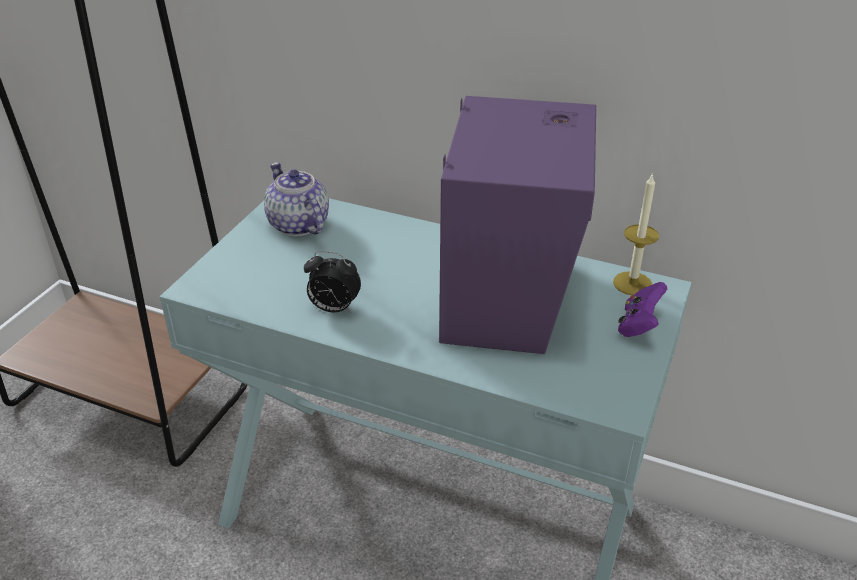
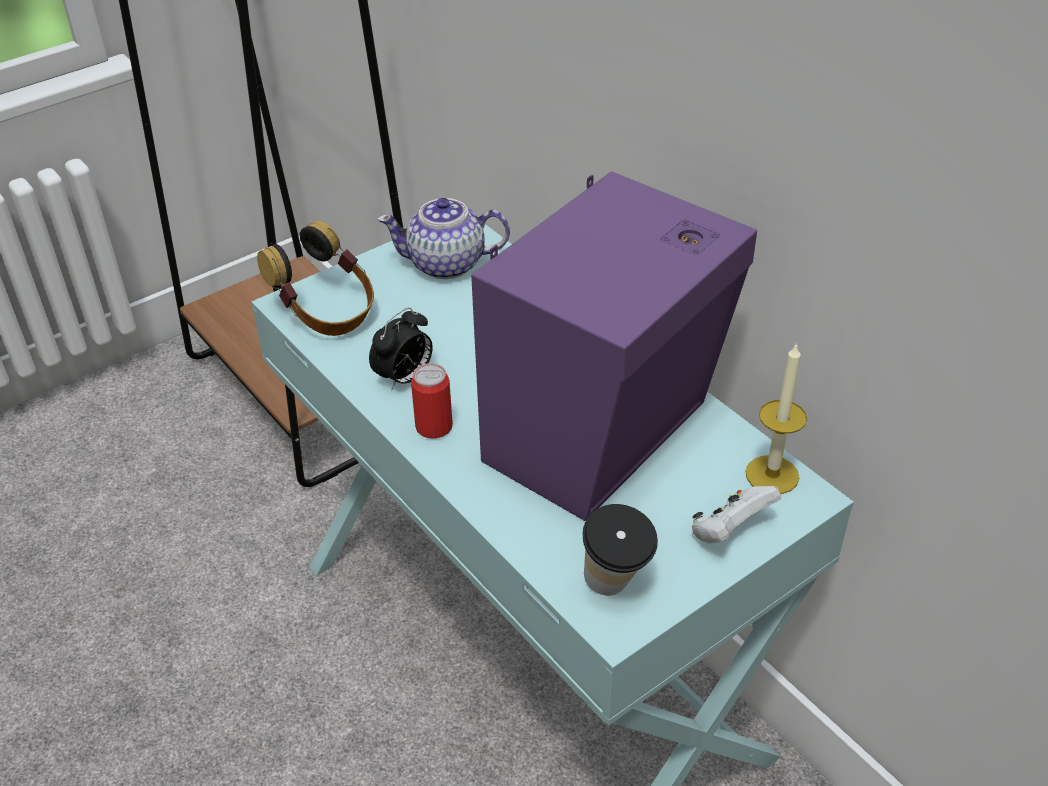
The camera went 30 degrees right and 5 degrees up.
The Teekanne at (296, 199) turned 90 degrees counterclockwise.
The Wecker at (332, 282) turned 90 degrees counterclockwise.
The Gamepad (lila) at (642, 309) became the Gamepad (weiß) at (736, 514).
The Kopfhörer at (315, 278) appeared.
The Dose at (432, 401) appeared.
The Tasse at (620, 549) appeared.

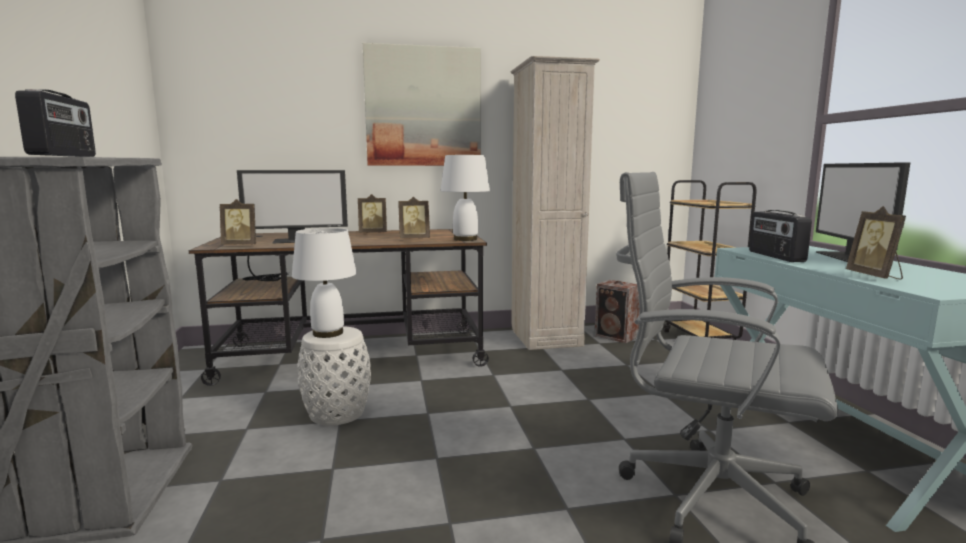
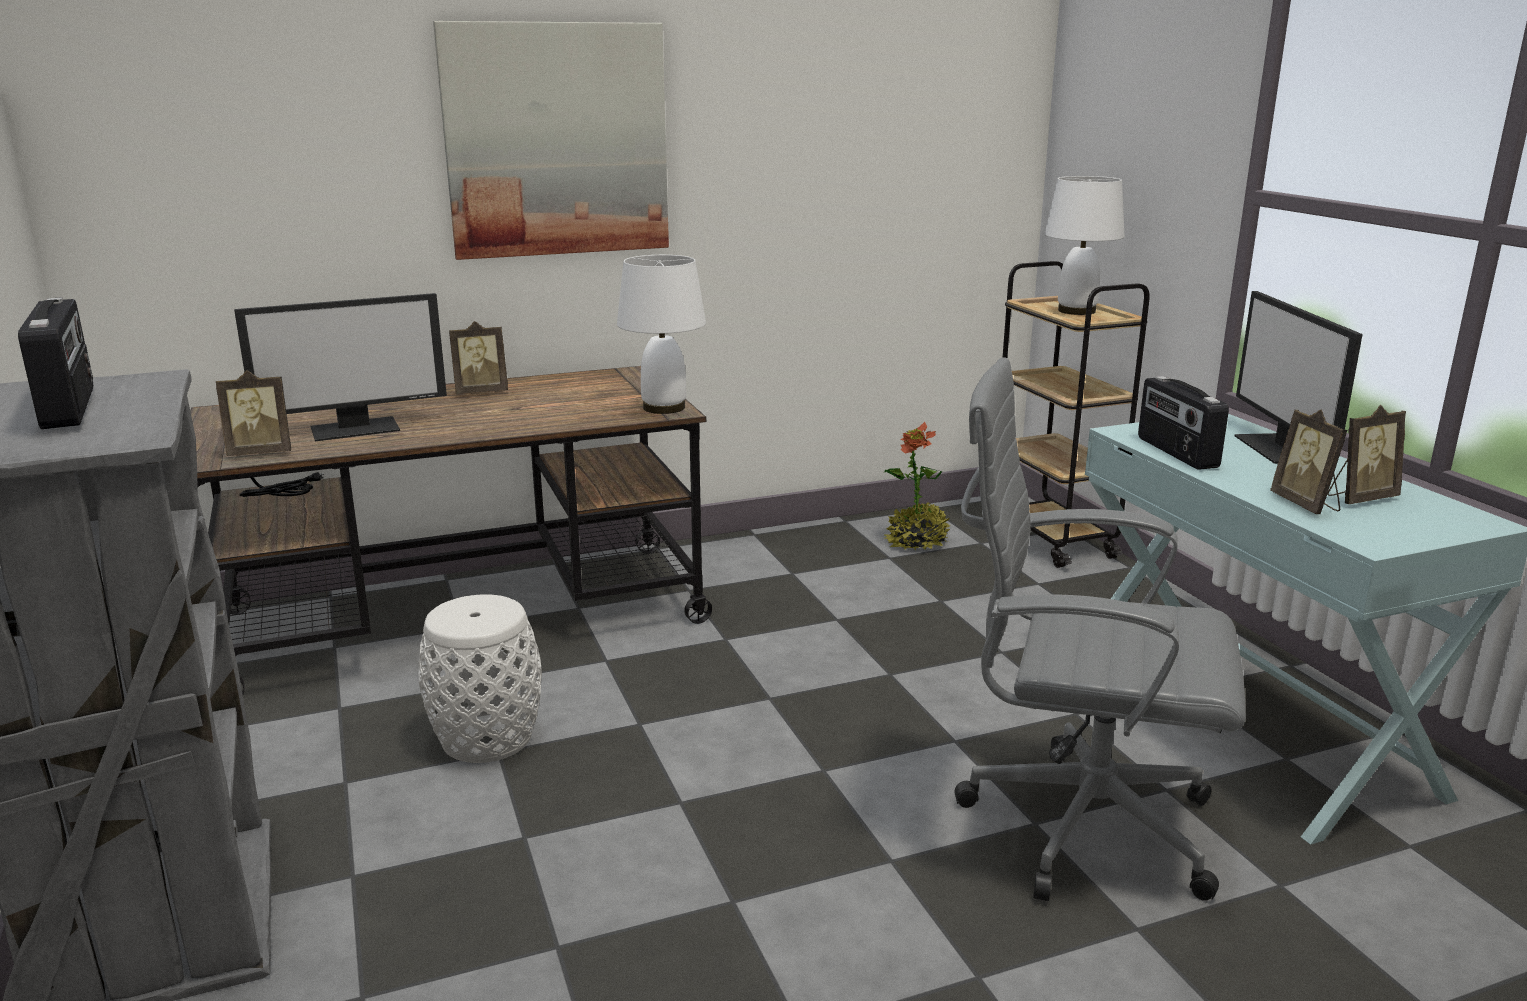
The camera went 10 degrees left and 10 degrees up.
The Tischlampe (weiß) moved from (324, 283) to (1084, 245).
The Bilderrahmen moved from (414, 218) to (1366, 454).
The Schrank (beige) at (555, 203) disappeared.
The Lautsprecher at (617, 311) was replaced by the Topfpflanze at (916, 486).

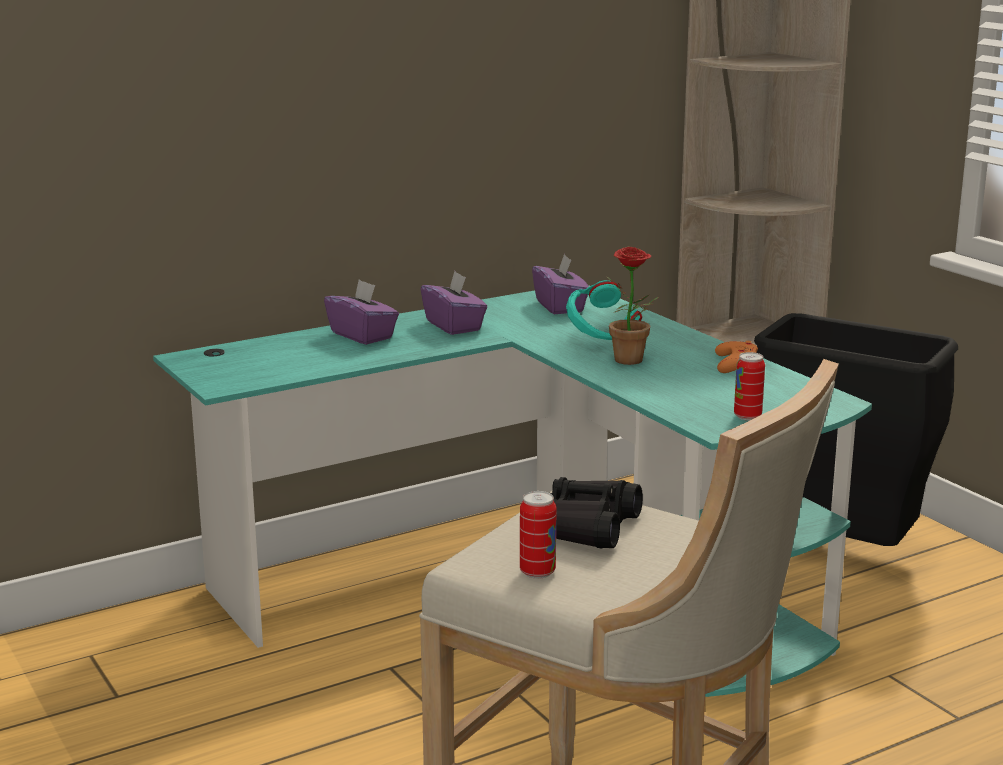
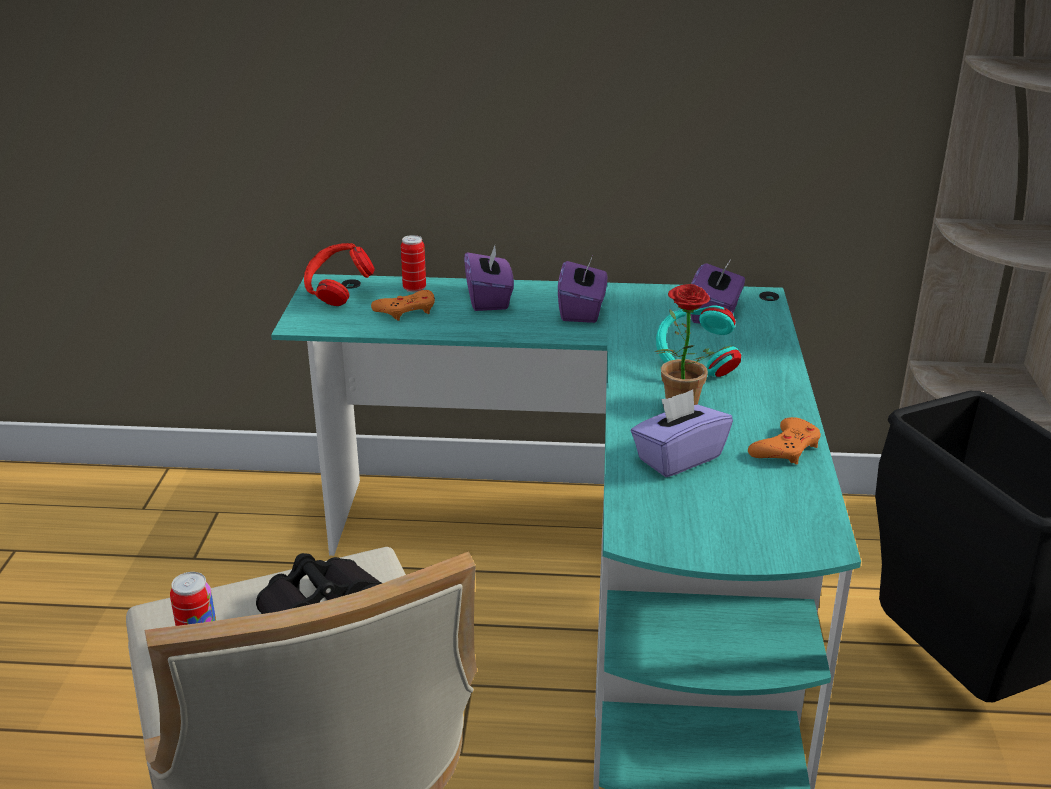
The camera went 35 degrees right and 10 degrees up.
The Dose moved from (749, 386) to (413, 264).
The Kopfhörer (rot) at (339, 274) appeared.
The Gamepad (orange) at (403, 305) appeared.
The Taschentuchbox (lila) at (682, 433) appeared.

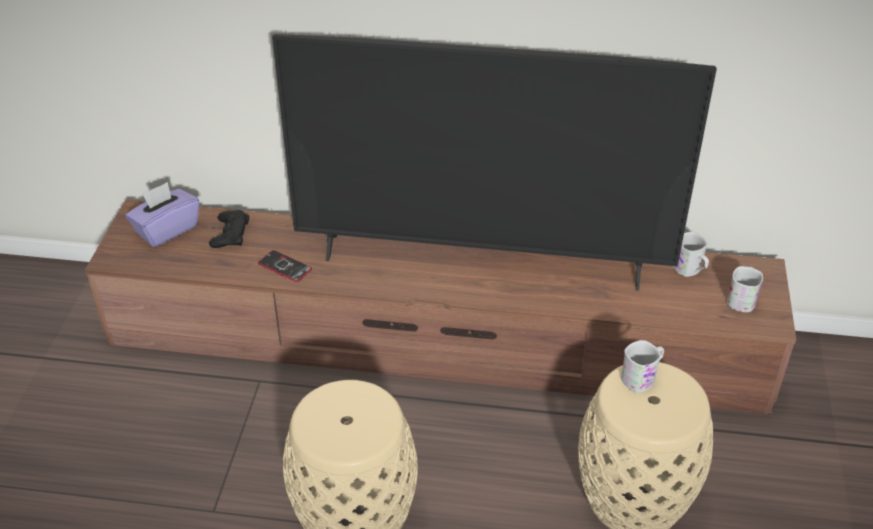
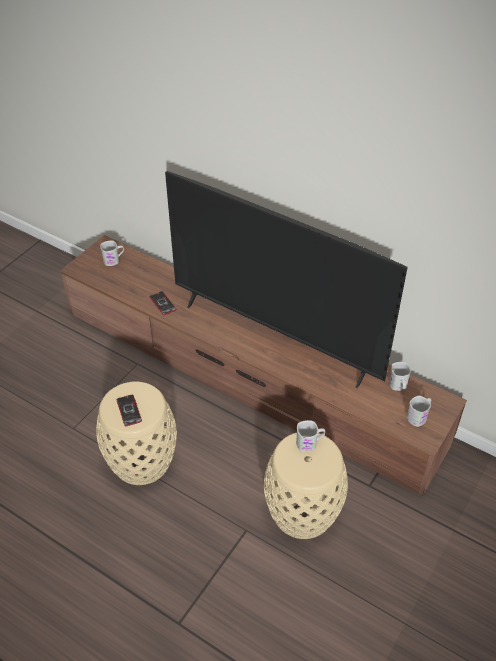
The camera went 25 degrees right and 5 degrees up.
The Taschentuchbox (lila) at (162, 214) was replaced by the Henkelbecher (weiß) at (112, 253).
The Gamepad (schwarz) at (229, 229) disappeared.
The Handy at (129, 410) appeared.

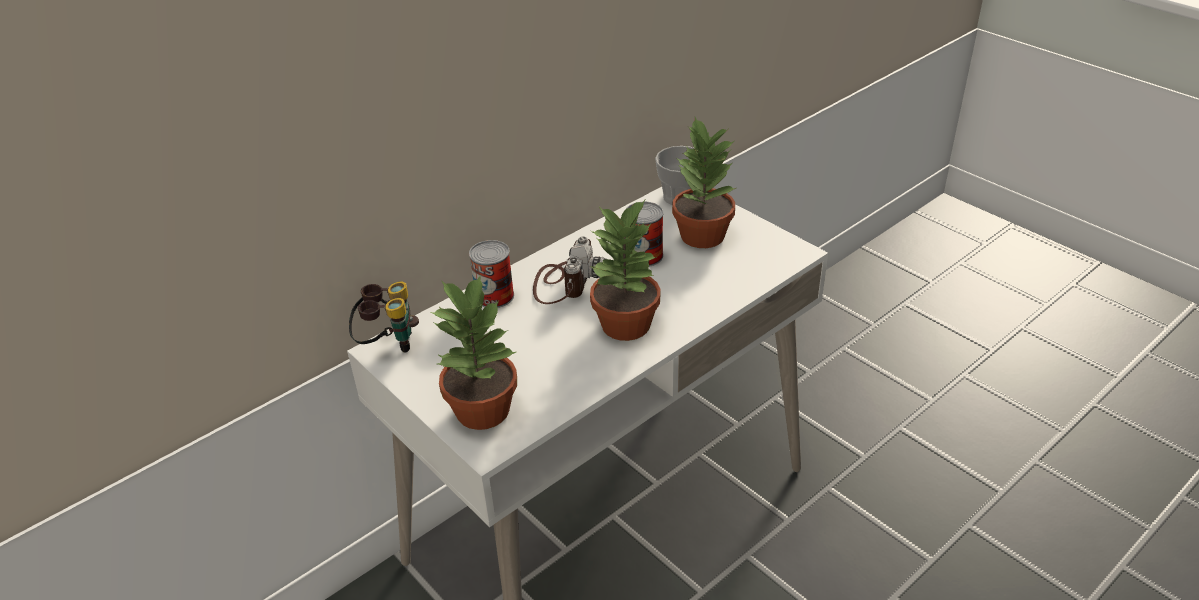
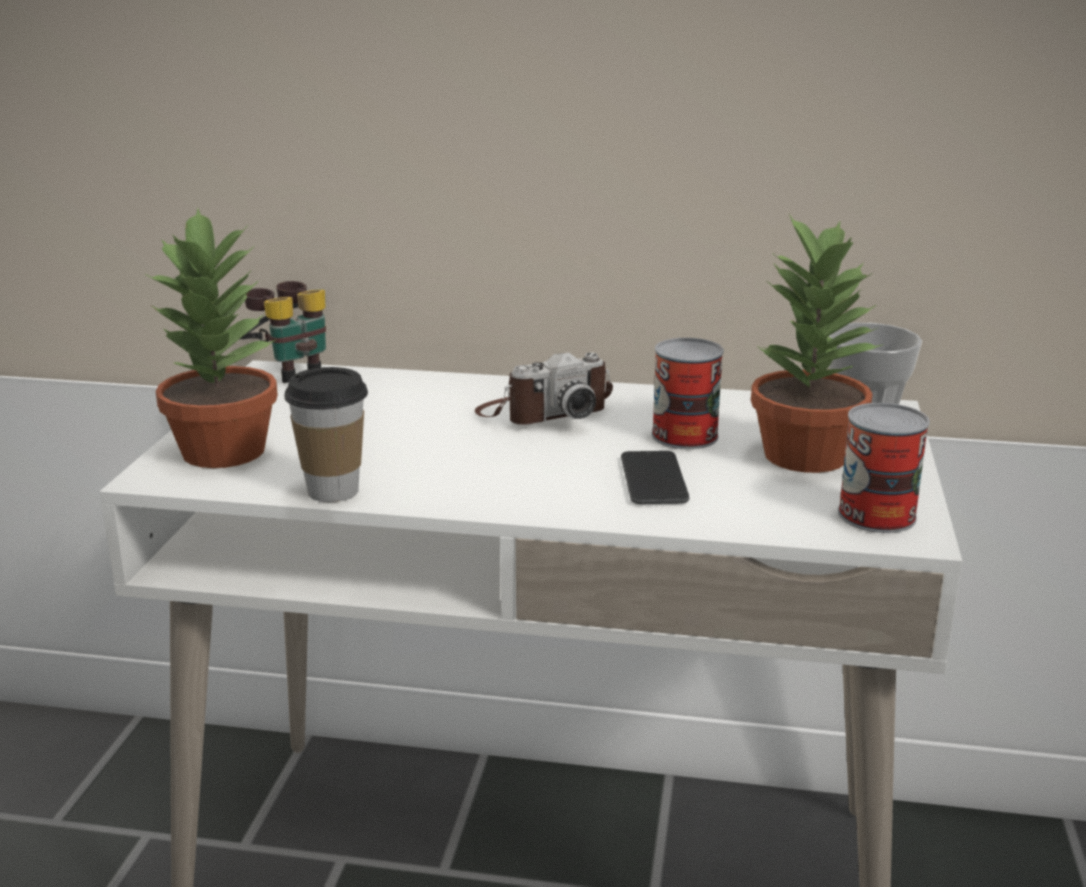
The camera went 50 degrees right and 15 degrees down.
The Dose moved from (491, 274) to (884, 468).
The Topfpflanze at (625, 270) disappeared.
The Tasse at (326, 434) appeared.
The Handy at (655, 477) appeared.

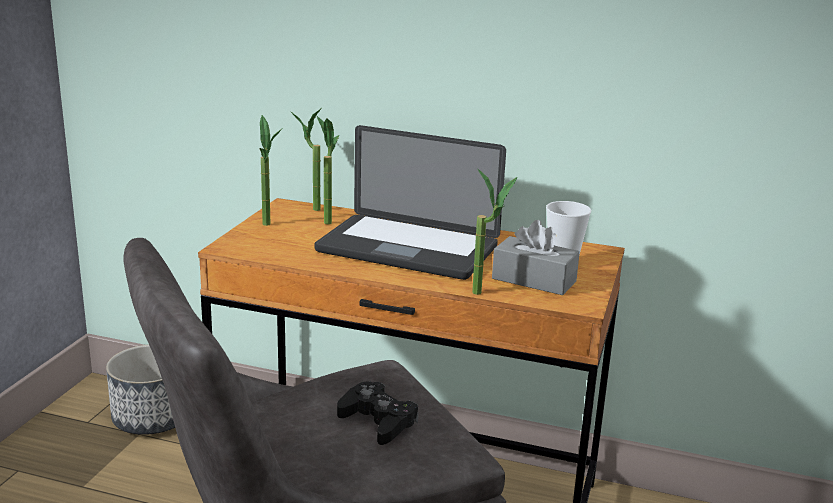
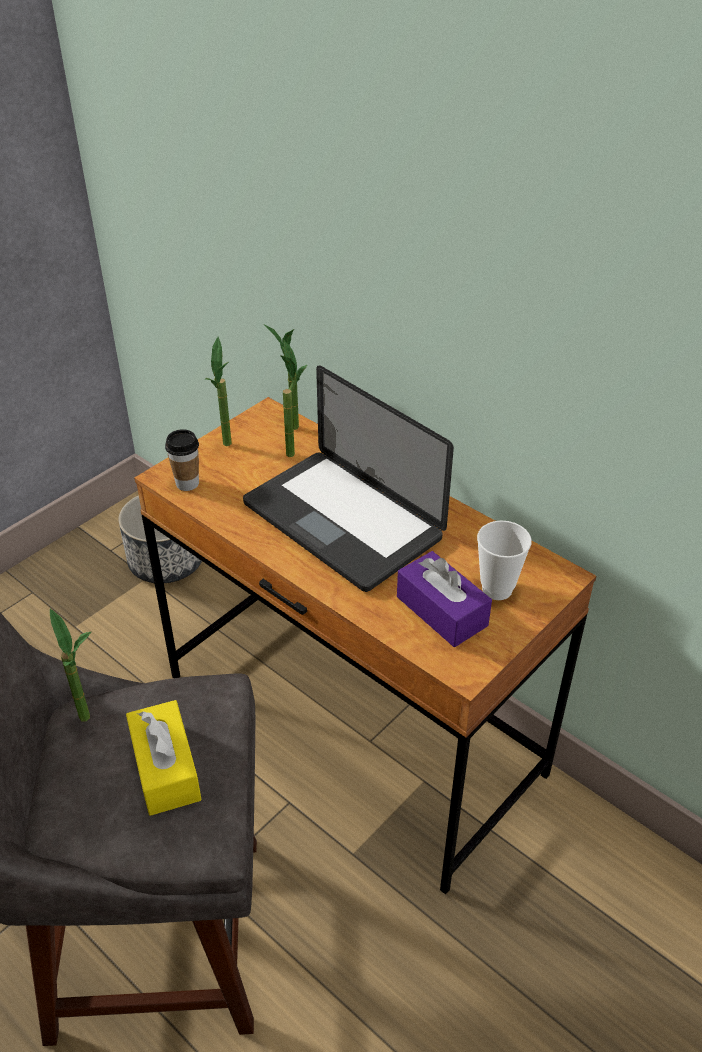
The camera went 25 degrees right and 20 degrees up.
The Gamepad (schwarz) at (377, 413) was replaced by the Taschentuchbox (gelb) at (164, 758).
The Topfpflanze moved from (494, 231) to (70, 665).
The Taschentuchbox (grau) at (536, 257) became the Taschentuchbox (lila) at (444, 599).
The Tasse at (182, 460) appeared.

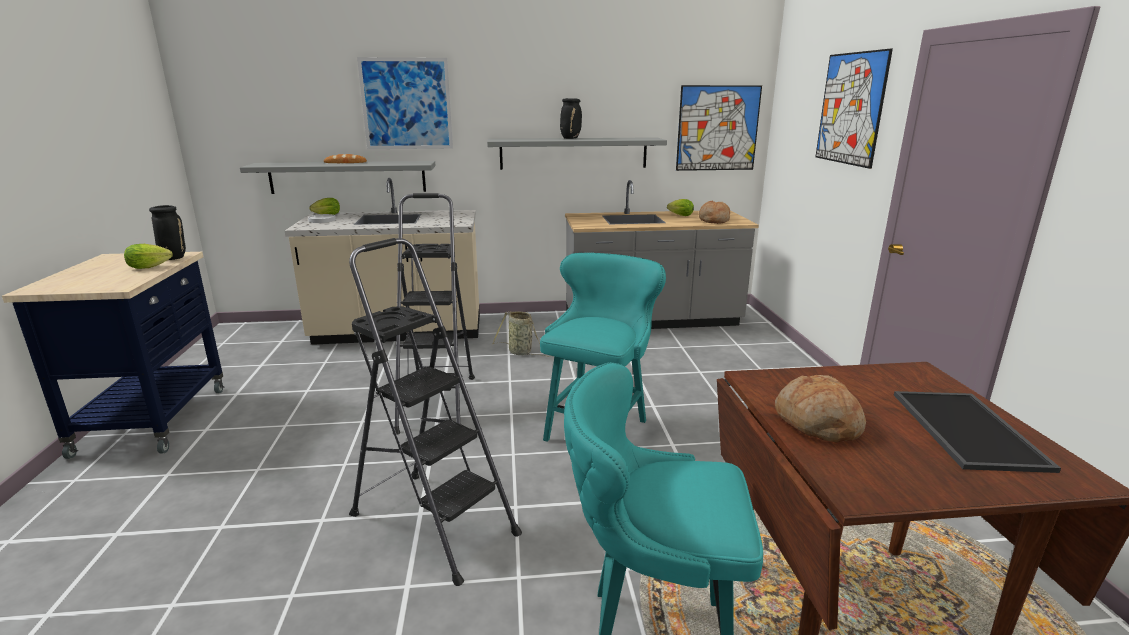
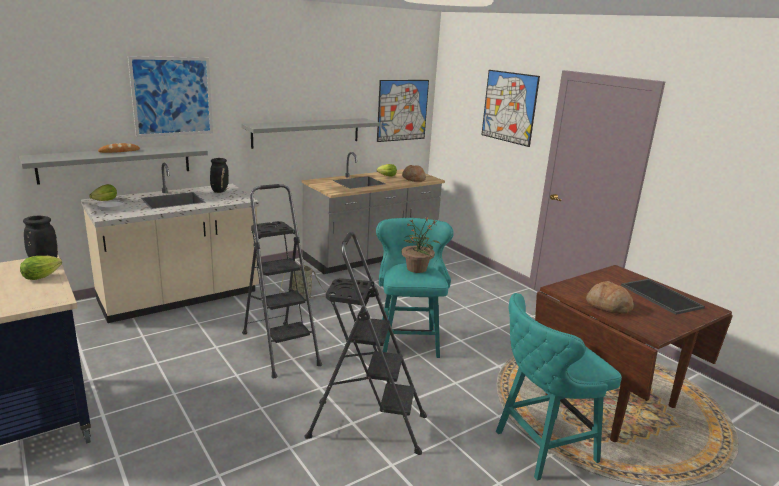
The camera went 30 degrees left and 0 degrees up.
The Vase (schwarz) moved from (571, 118) to (219, 175).
The Topfpflanze at (420, 245) appeared.

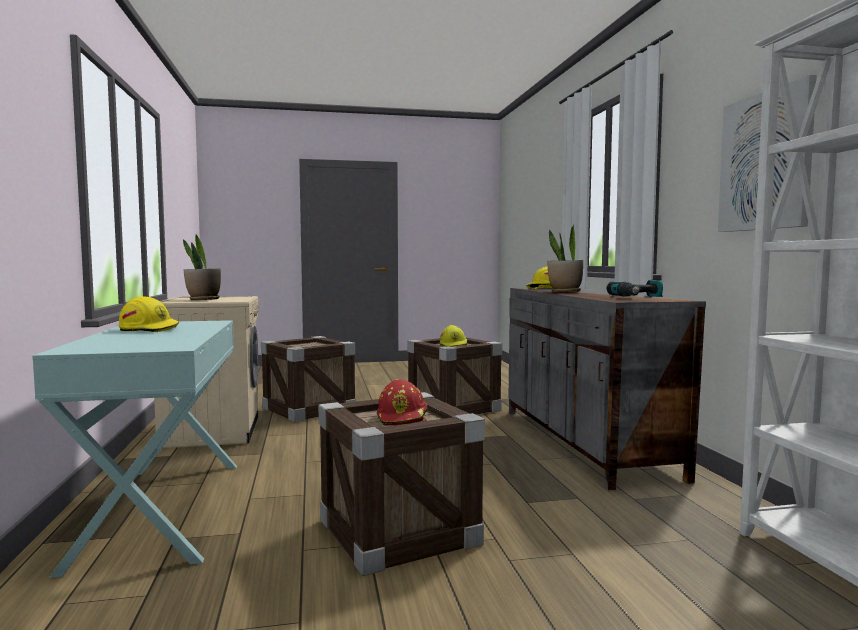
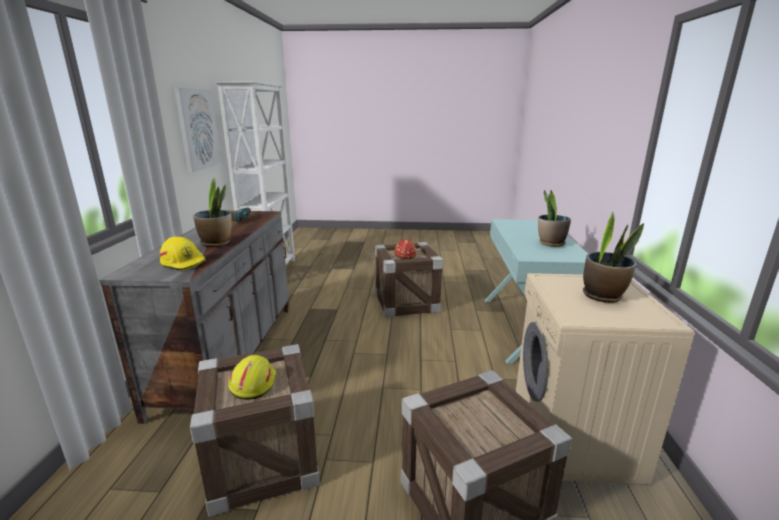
The camera went 165 degrees left and 15 degrees up.
The Schutzhelm (gelb) at (149, 314) was replaced by the Topfpflanze at (554, 218).

